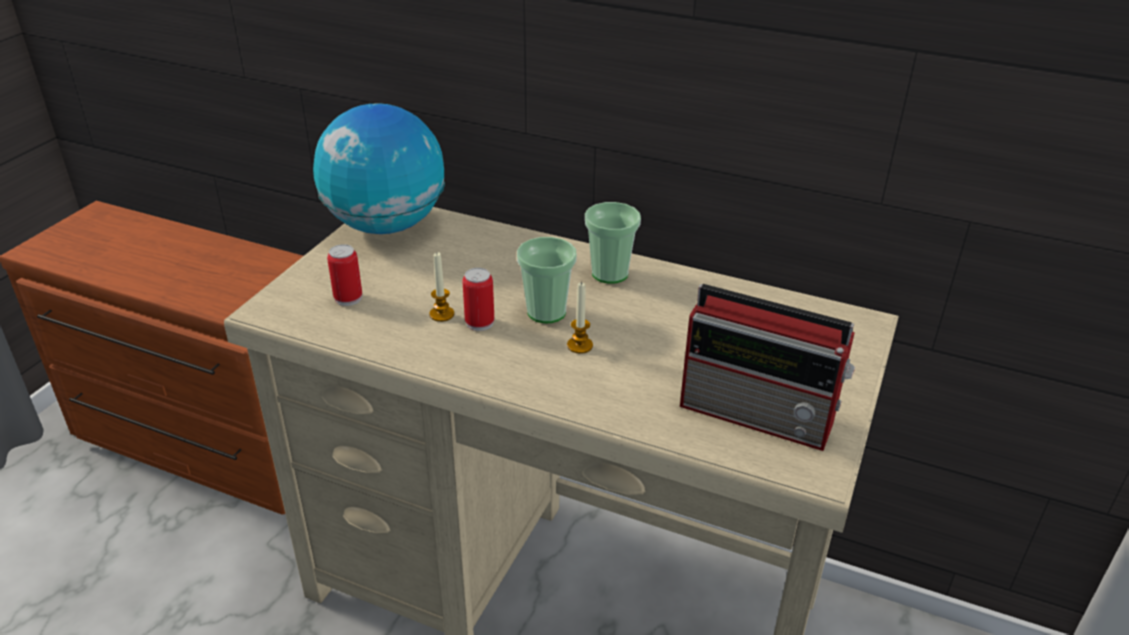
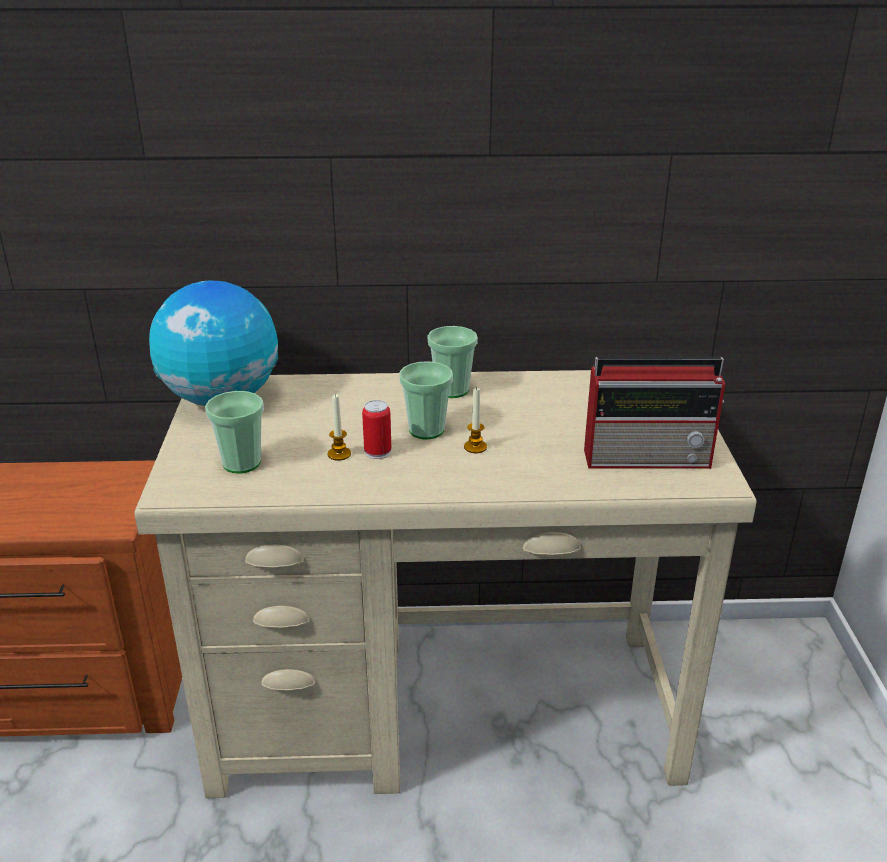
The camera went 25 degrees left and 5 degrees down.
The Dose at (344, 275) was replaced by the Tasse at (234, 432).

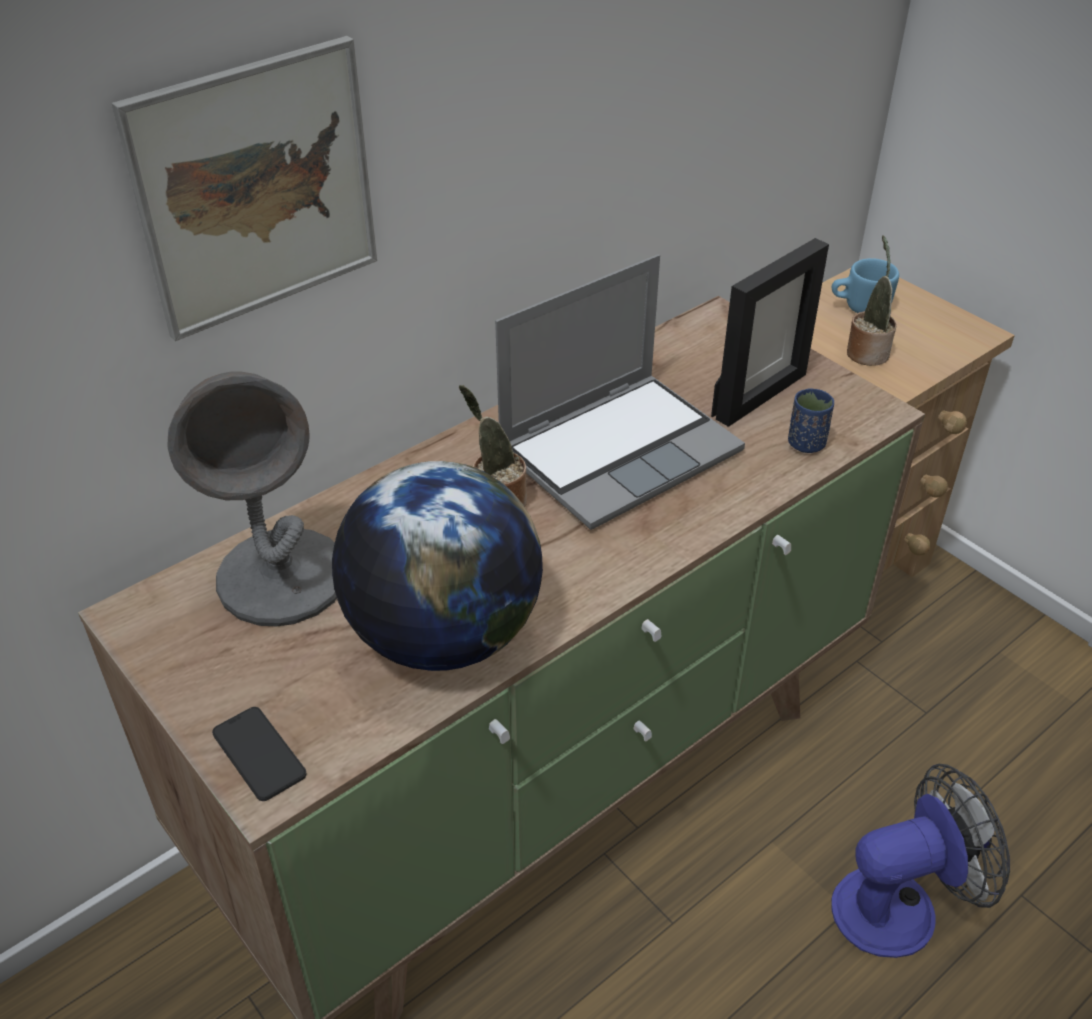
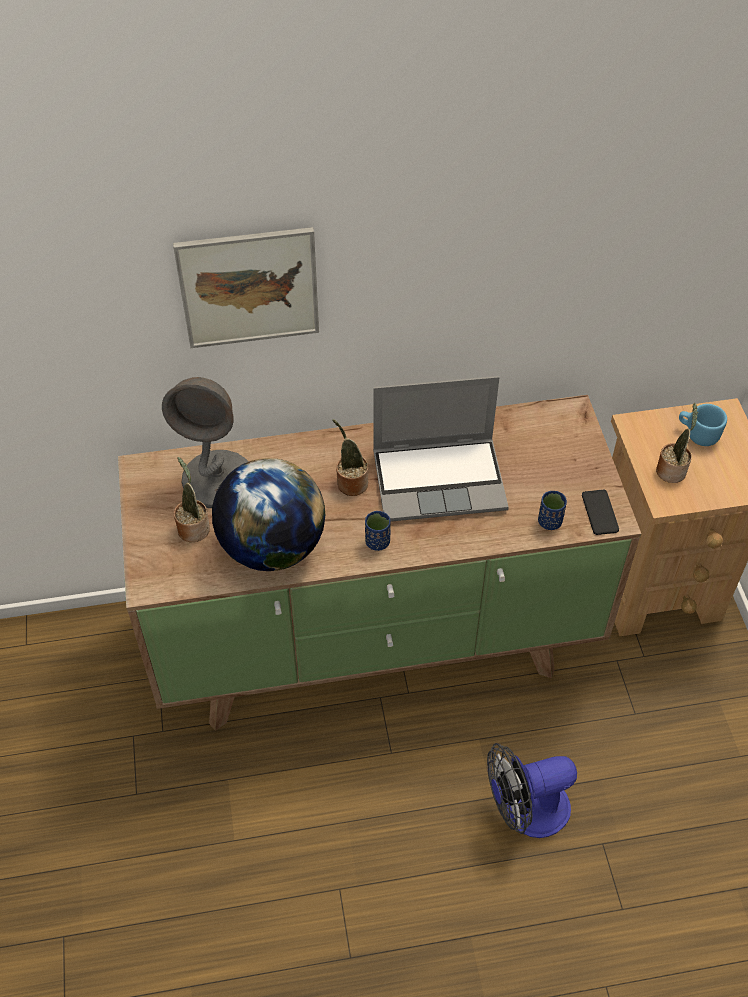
The camera went 30 degrees right and 10 degrees up.
The Handy moved from (259, 754) to (600, 512).
The Bilderrahmen at (770, 332) disappeared.
The Ventilator at (920, 861) turned 150 degrees clockwise.
The Topfpflanze at (192, 499) appeared.
The Tasse (blau) at (378, 531) appeared.

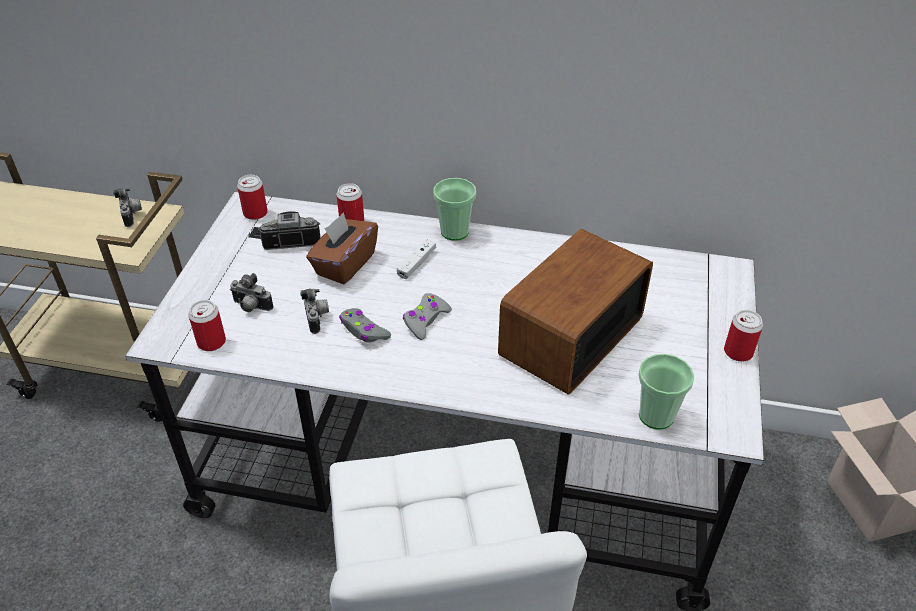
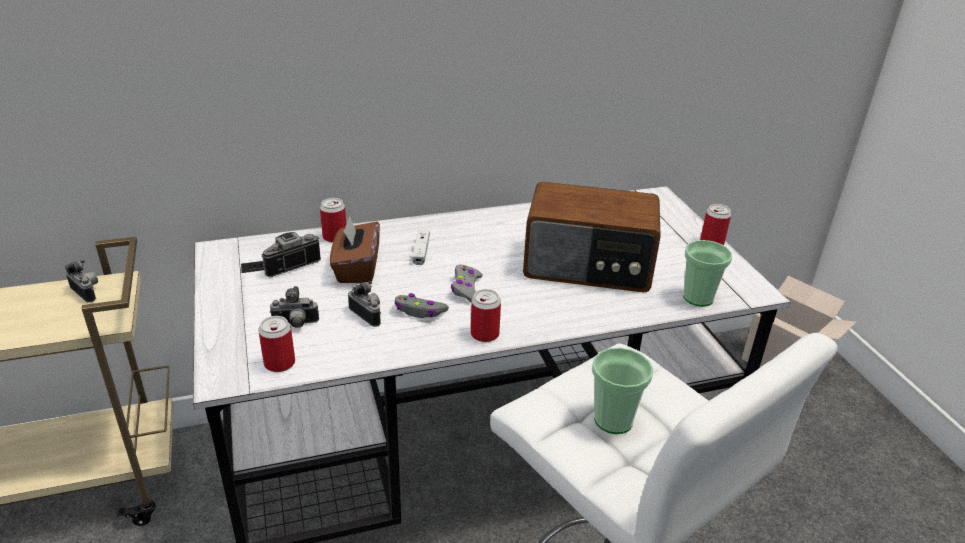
The camera went 30 degrees left and 10 degrees down.
The Dose moved from (252, 197) to (486, 315).
The Tasse moved from (454, 209) to (622, 390).
The Radio at (575, 312) turned 90 degrees counterclockwise.

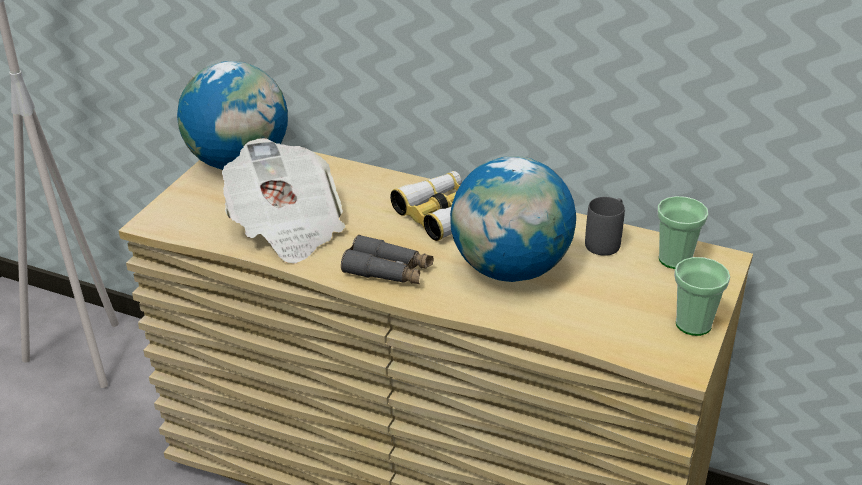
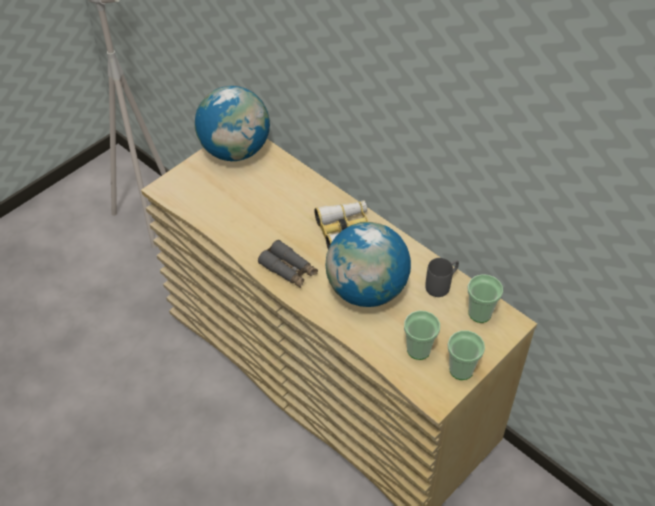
The camera went 20 degrees right and 15 degrees up.
The Zeitung at (283, 201) disappeared.
The Tasse at (422, 335) appeared.

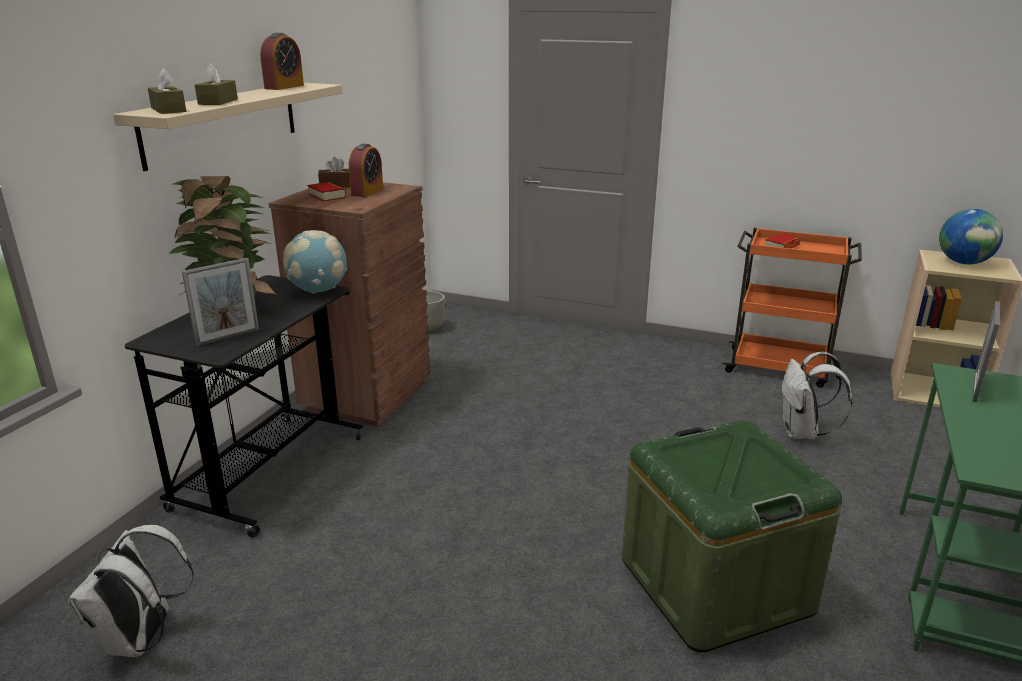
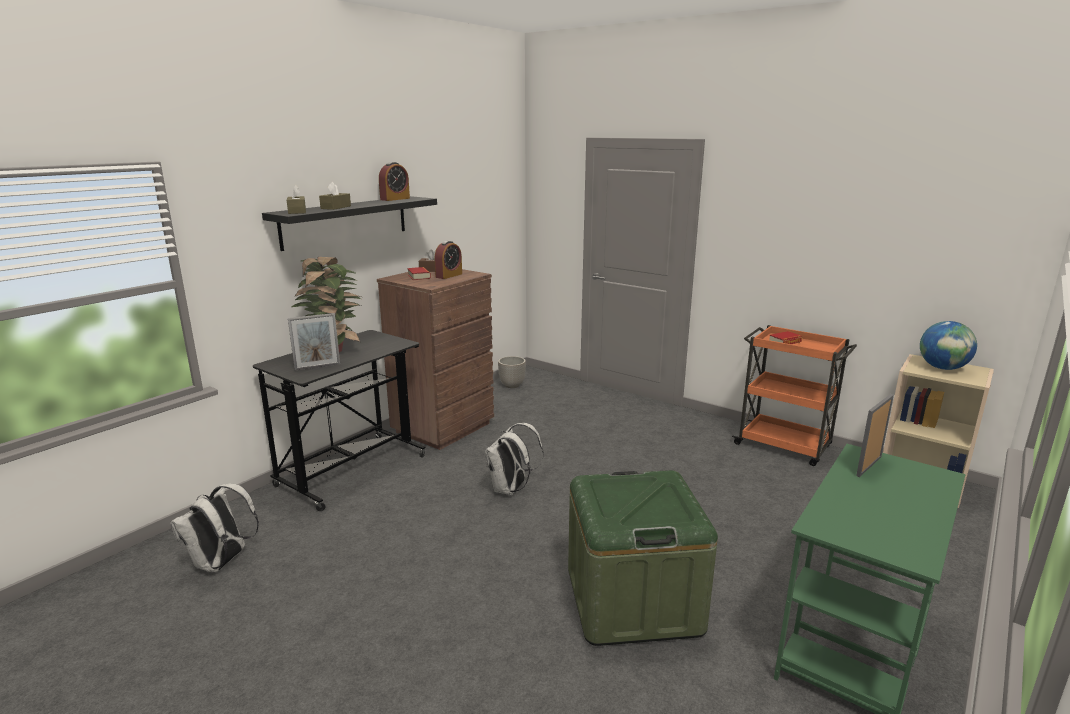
The camera went 15 degrees right and 5 degrees down.
The Wandregal (beige) at (228, 127) became the Wandregal (schwarz) at (349, 223).
The Globus at (315, 262) disappeared.
The Rucksack (weiß) moved from (817, 396) to (514, 459).

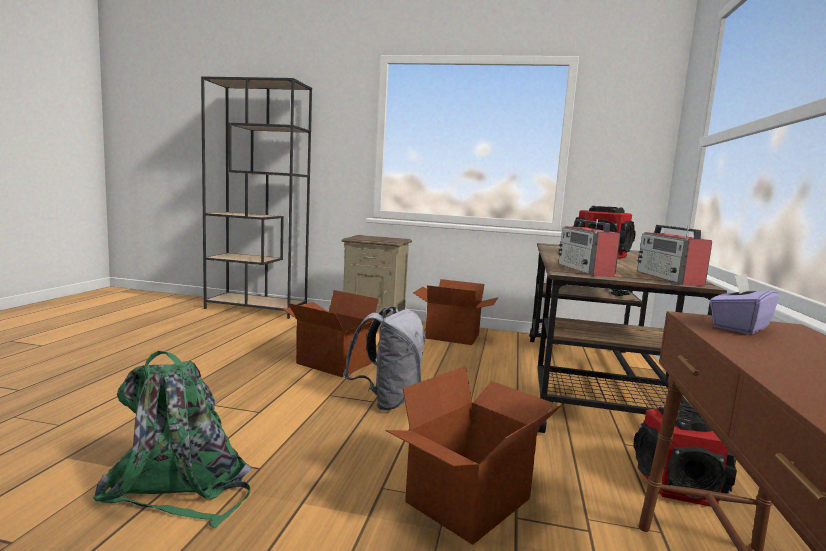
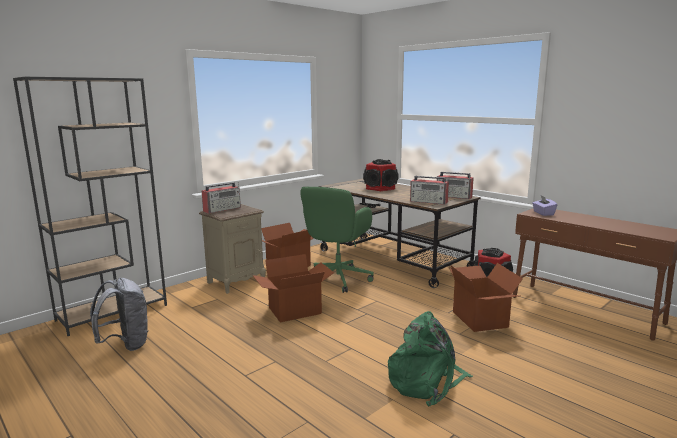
The camera went 55 degrees left and 5 degrees up.
The Rucksack (grau) moved from (384, 358) to (119, 314).
The Radio at (221, 198) appeared.
The Bürostuhl (grün) at (337, 240) appeared.

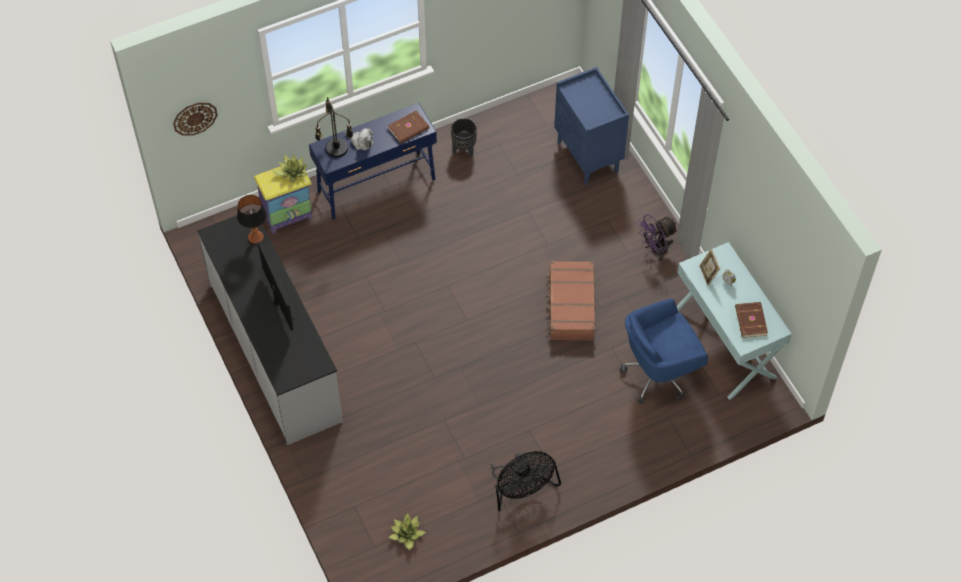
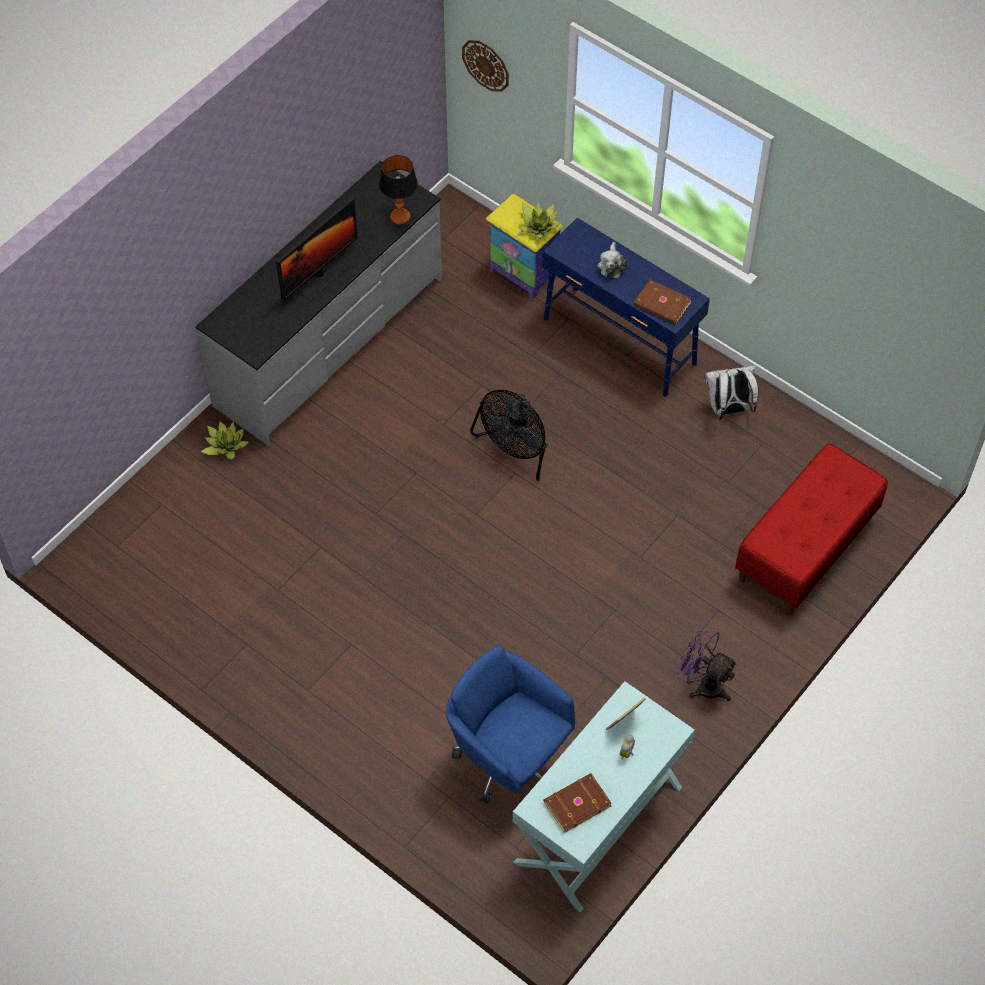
The camera went 65 degrees right and 0 degrees up.
The Tischlampe at (334, 127) disappeared.
The Topfpflanze moved from (407, 531) to (225, 440).
The Pflanzkübel (schwarz) at (464, 138) was replaced by the Rucksack (weiß) at (732, 392).
The Ventilator (schwarz) moved from (526, 481) to (509, 435).
The Koffer (braun) at (571, 301) disappeared.
The Schrank (blau) at (591, 126) was replaced by the Bank (rot) at (811, 528).

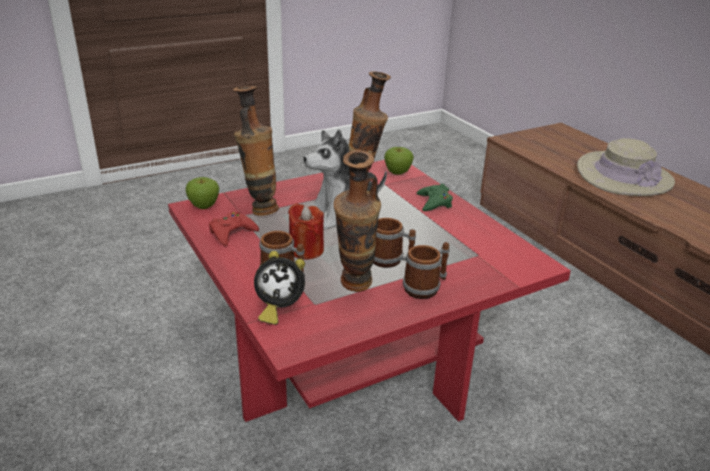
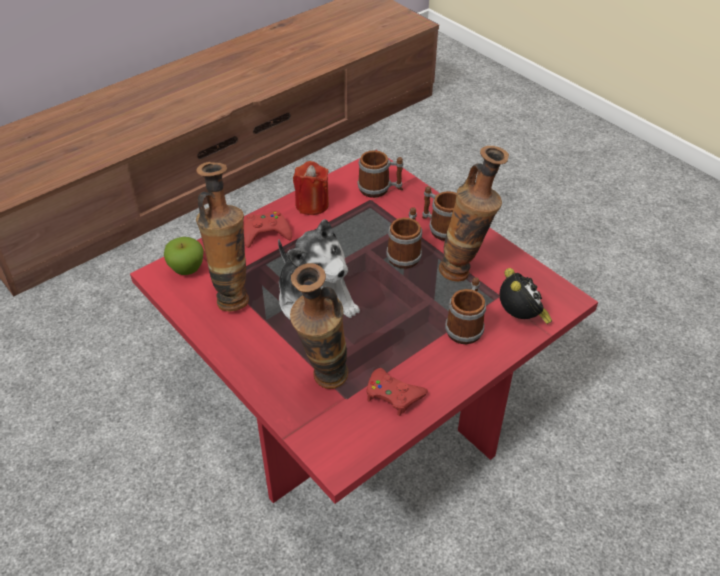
The camera went 100 degrees left and 15 degrees up.
The Apfel at (202, 193) disappeared.
The Kerze (rot) moved from (306, 231) to (311, 188).
The Gamepad (grün) at (435, 197) became the Gamepad (rot) at (268, 229).
The Hut (beige) at (626, 167) disappeared.
The Henkelbecher at (380, 174) appeared.

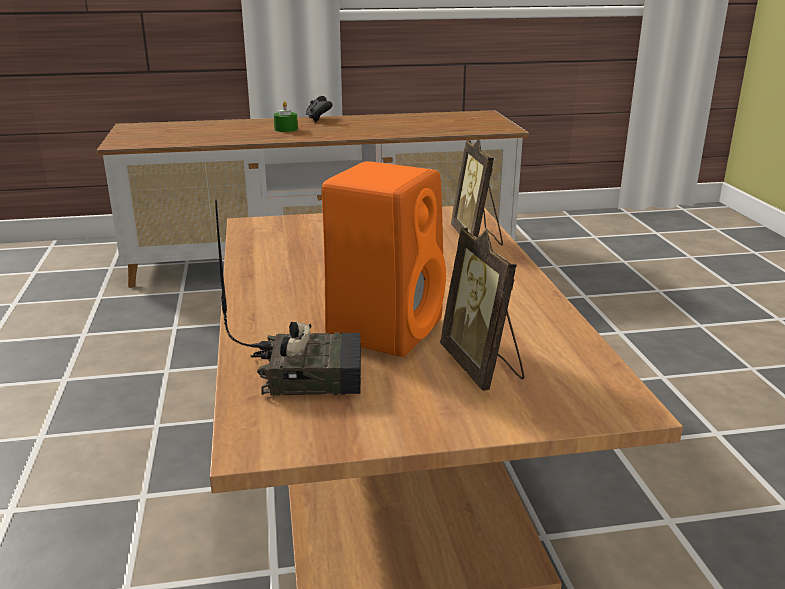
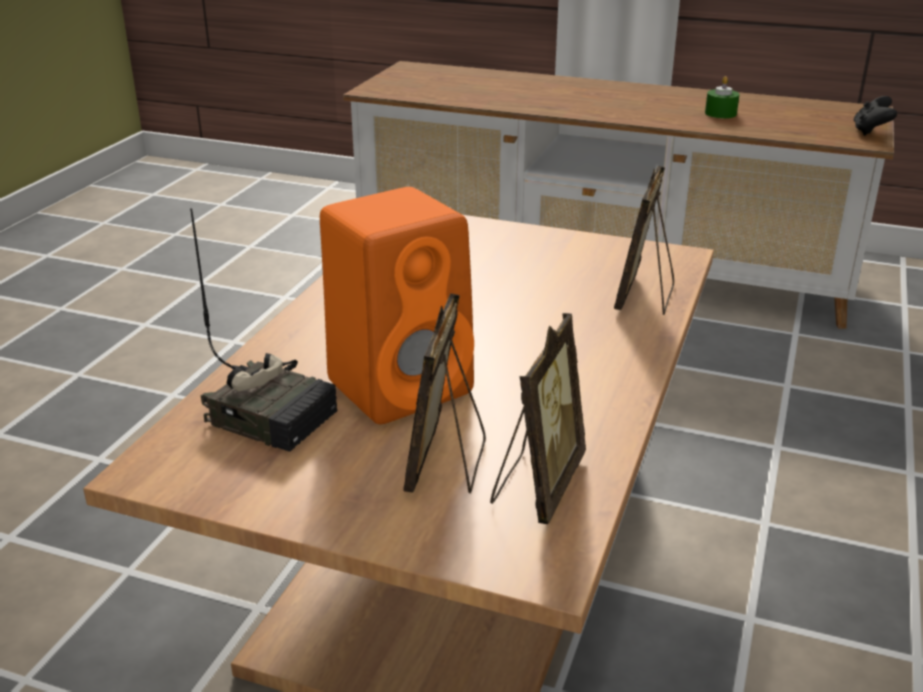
The camera went 30 degrees right and 5 degrees up.
The Kerze (grün) moved from (286, 116) to (722, 97).
The Gamepad (schwarz) moved from (319, 109) to (875, 116).
The Bilderrahmen at (538, 418) appeared.

